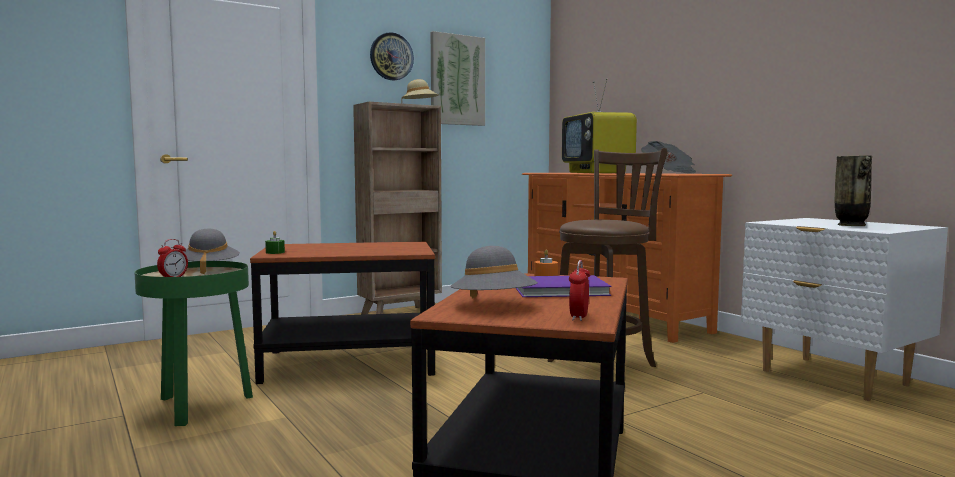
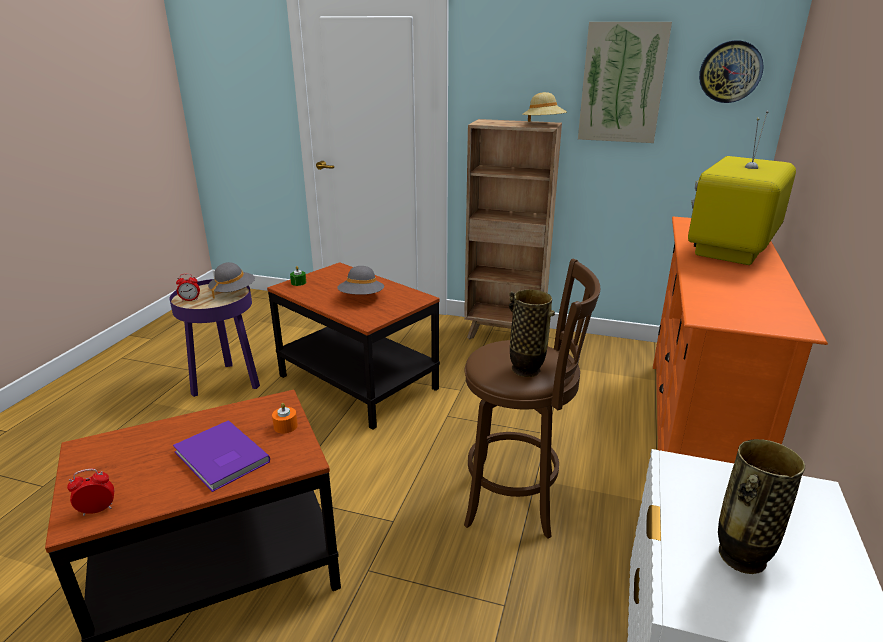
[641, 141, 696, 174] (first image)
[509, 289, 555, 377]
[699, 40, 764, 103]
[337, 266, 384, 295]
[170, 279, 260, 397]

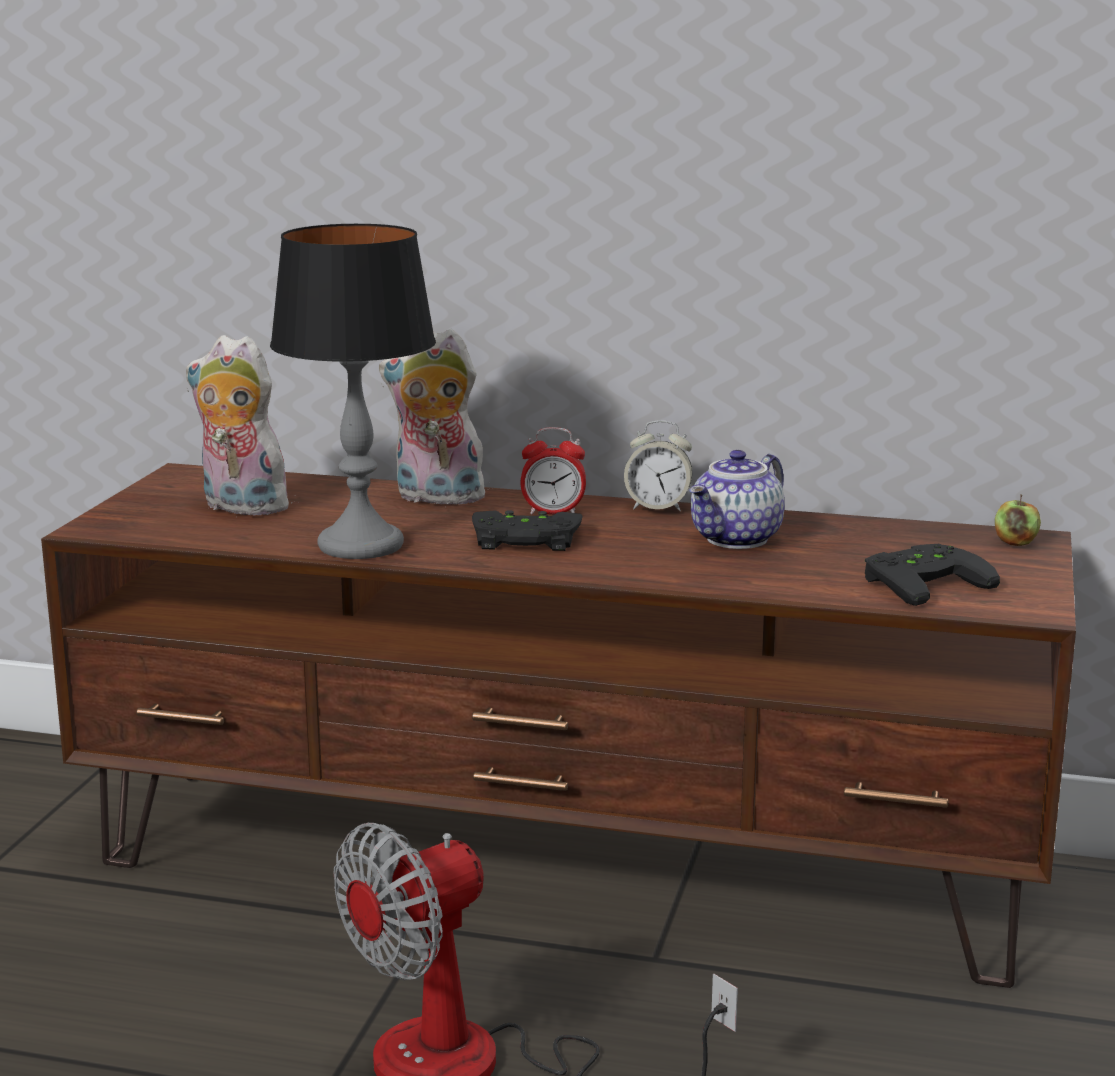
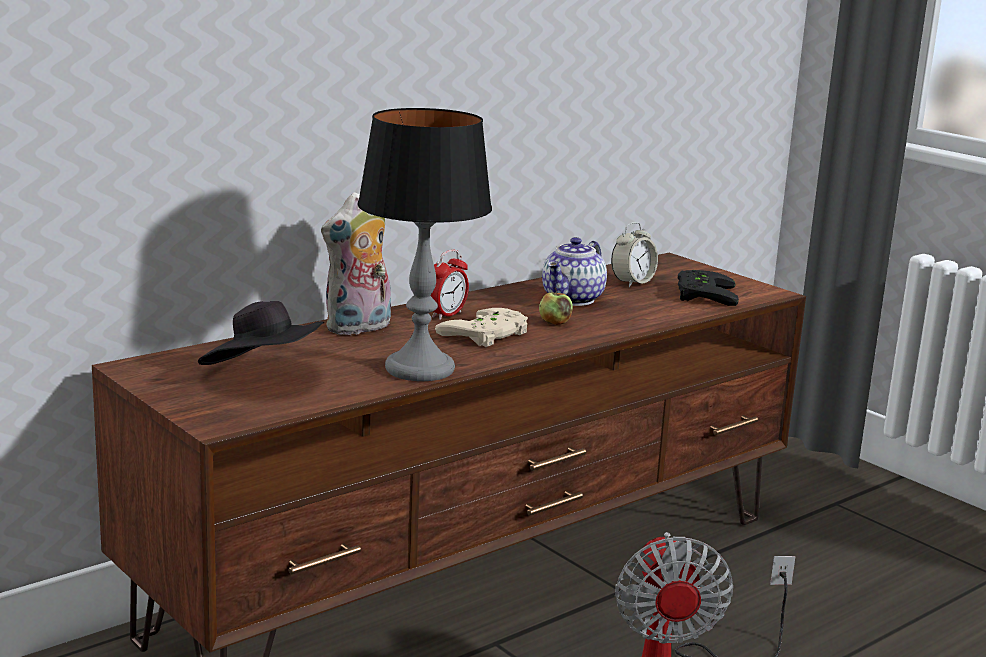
[611, 222, 658, 287]
[539, 287, 573, 325]
[198, 301, 324, 365]
[435, 308, 528, 347]
[542, 237, 607, 306]

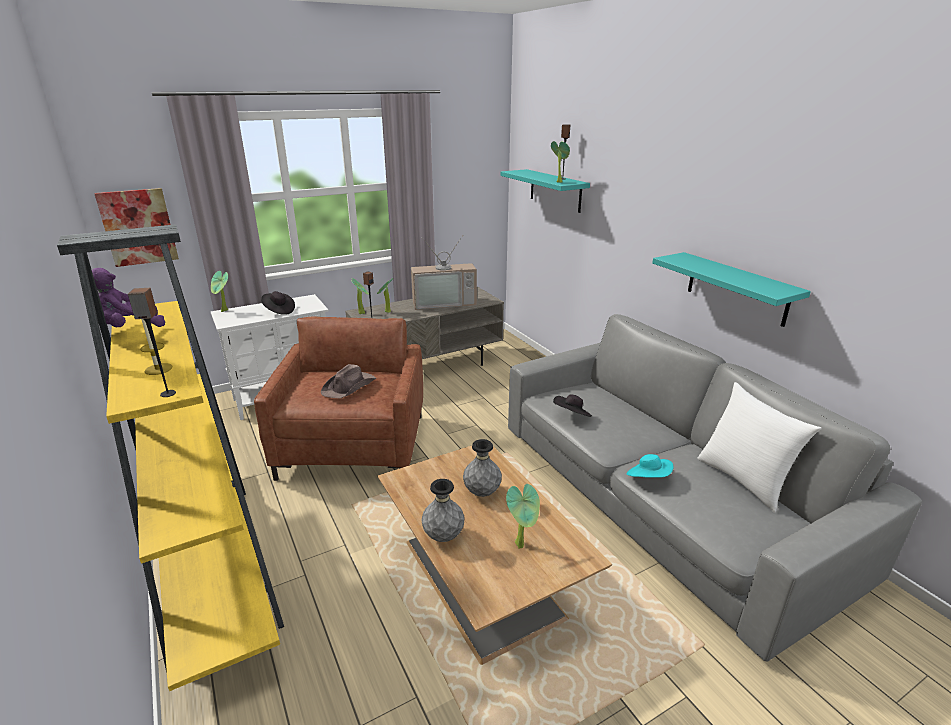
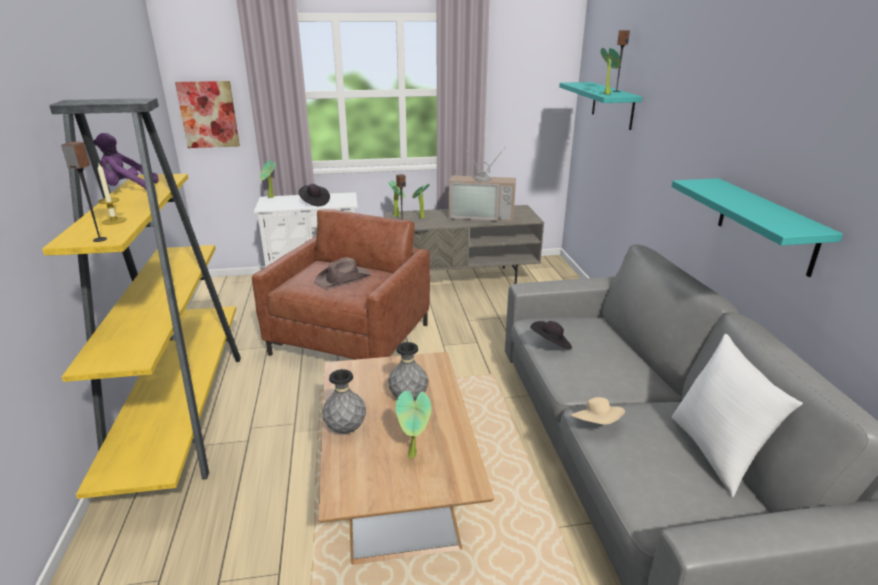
[570, 397, 625, 424]

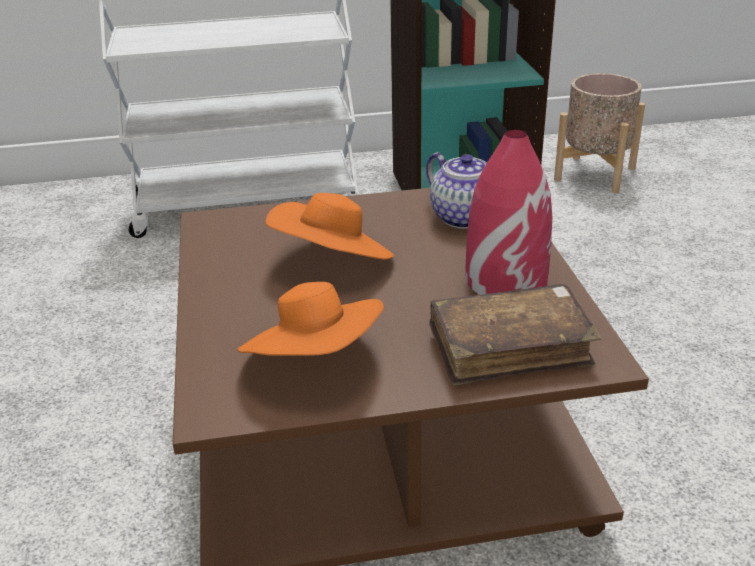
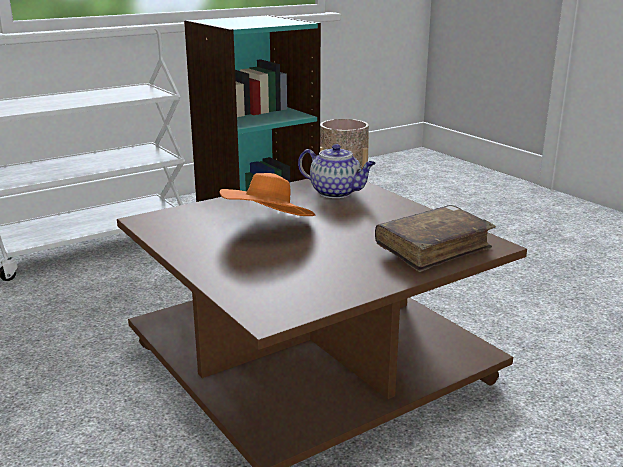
[237, 282, 384, 356] (first image)
[466, 130, 552, 295] (first image)

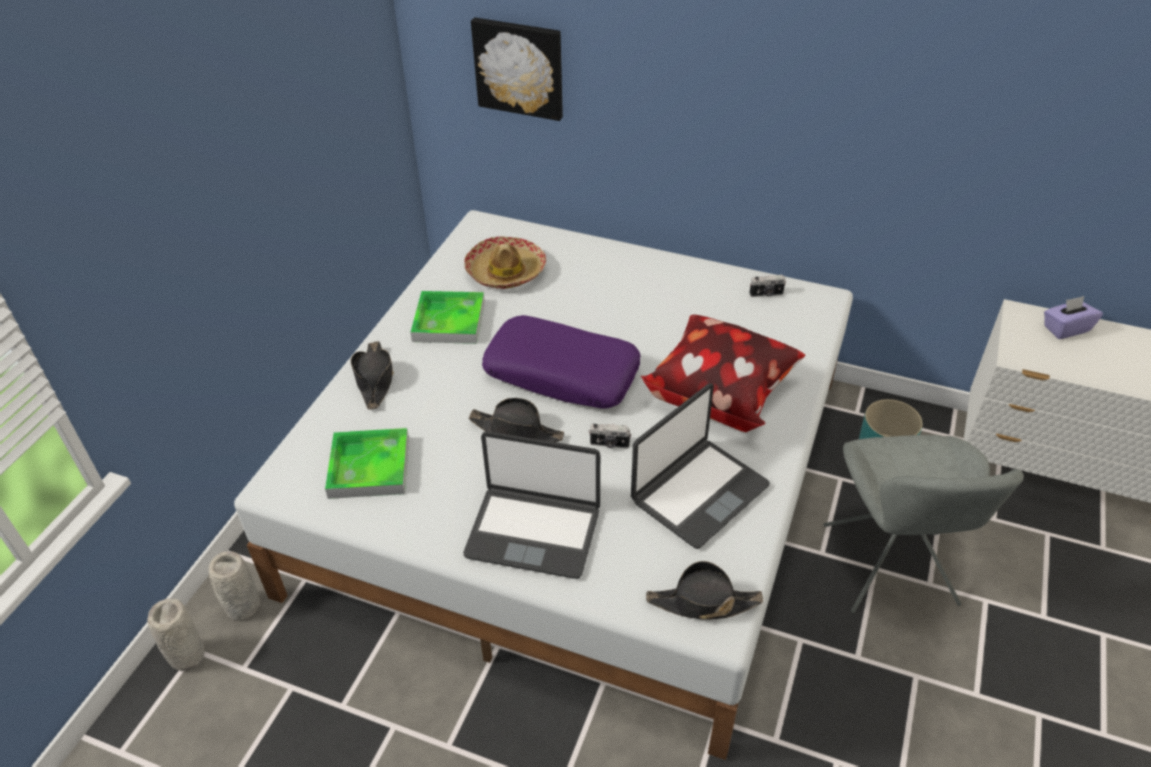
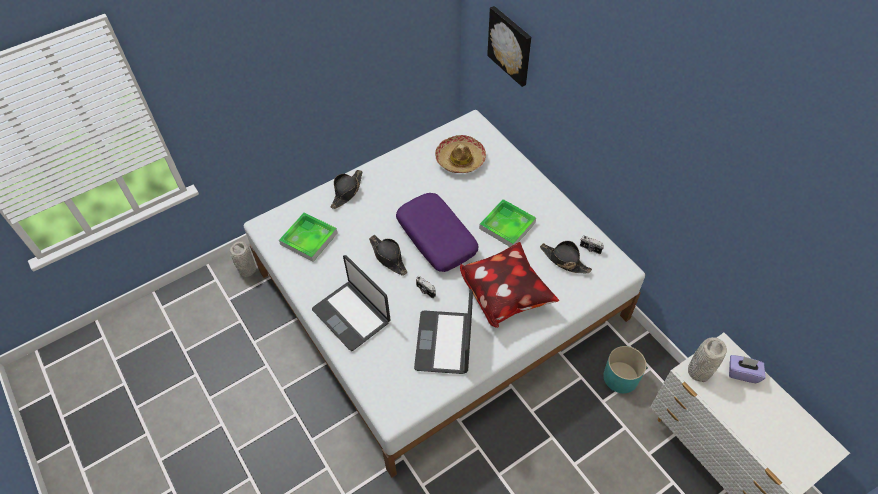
[823, 435, 1024, 613] (first image)
[688, 337, 727, 382]
[479, 199, 536, 247]
[540, 241, 592, 273]
[414, 289, 473, 374]

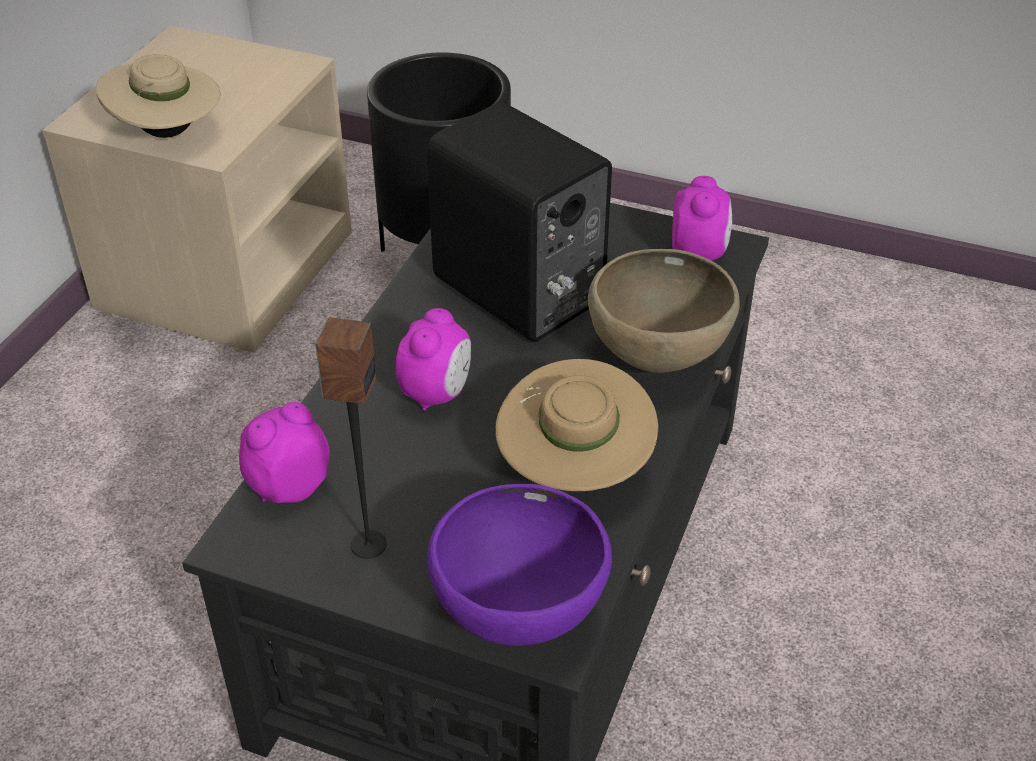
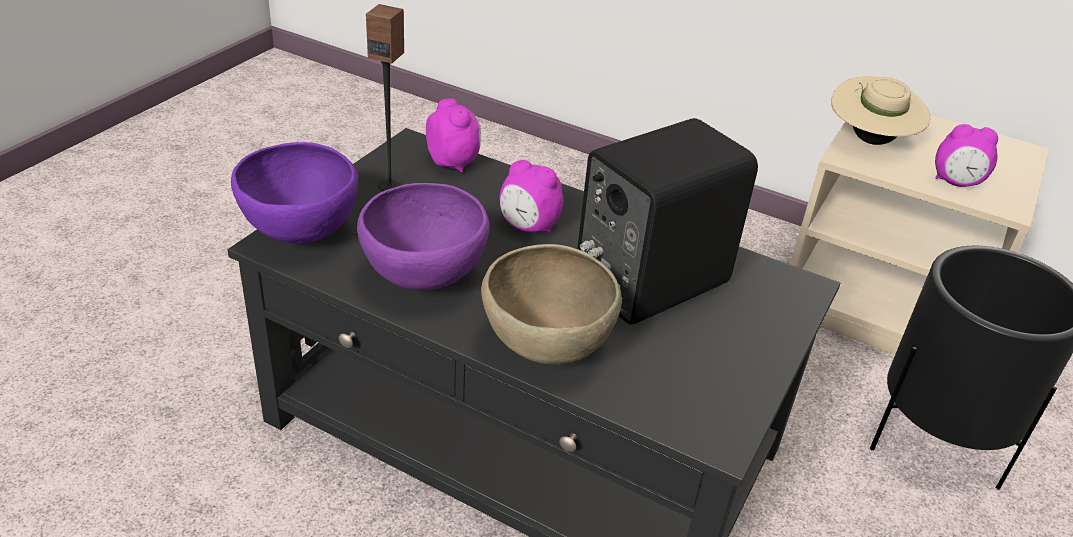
[935, 124, 998, 187]
[357, 183, 490, 290]

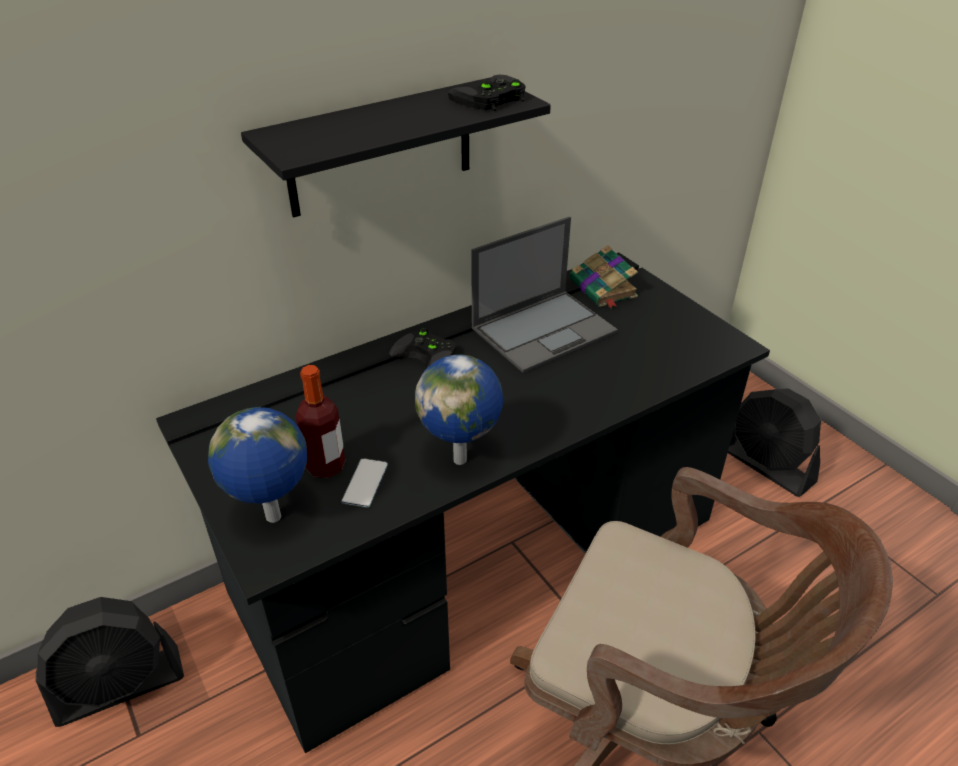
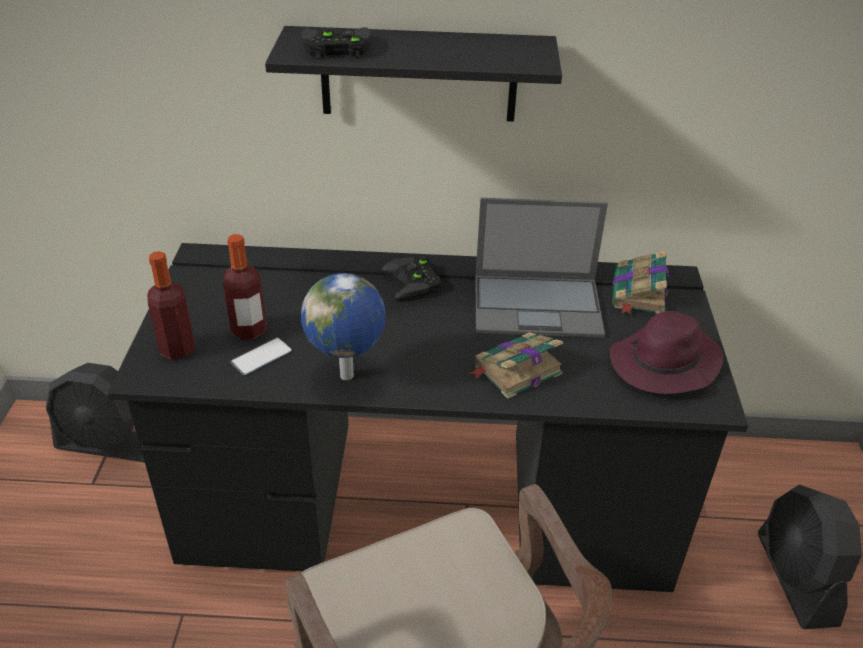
[469, 332, 563, 399]
[610, 311, 724, 394]
[302, 27, 371, 59]
[147, 251, 195, 360]

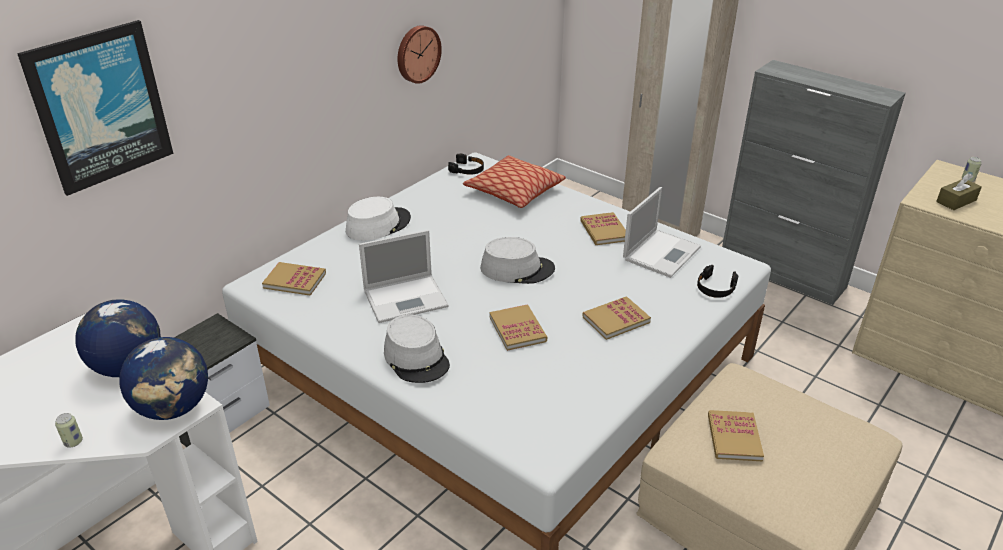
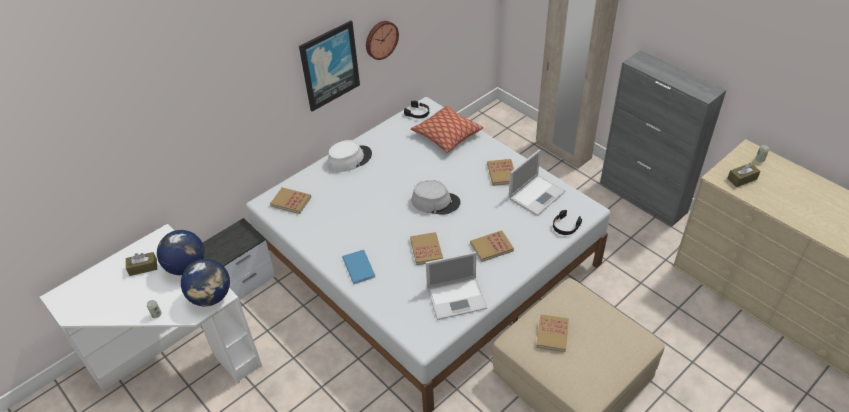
[126, 252, 157, 276]
[299, 21, 360, 112]
[426, 252, 487, 320]
[342, 250, 375, 284]

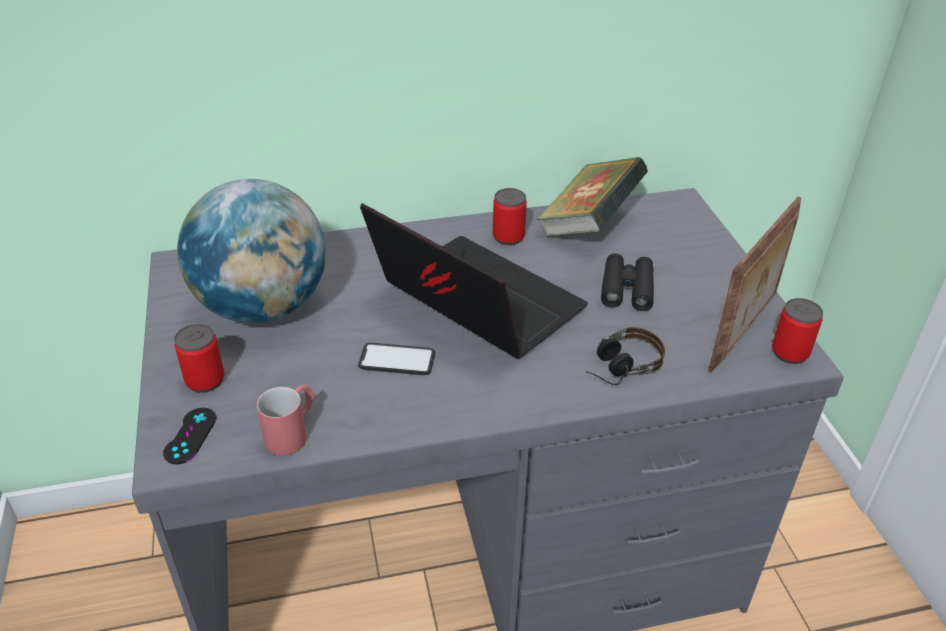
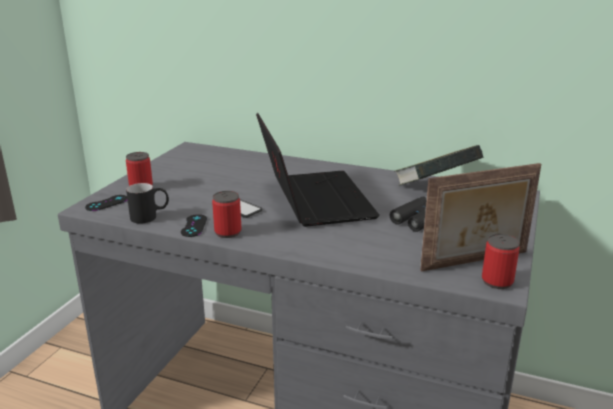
[177, 179, 326, 323] (first image)
[586, 327, 665, 385] (first image)
[181, 214, 207, 237]
[212, 191, 242, 238]
[126, 183, 169, 224]

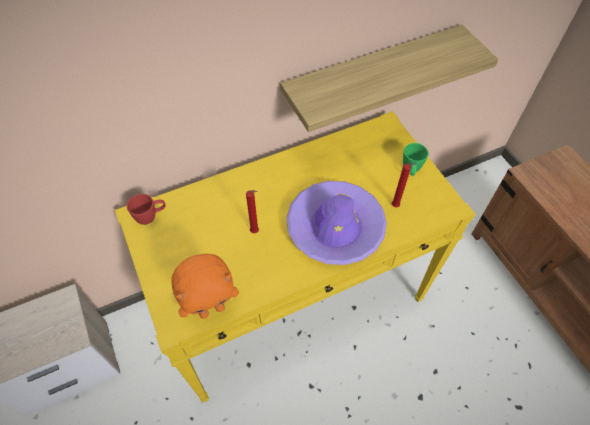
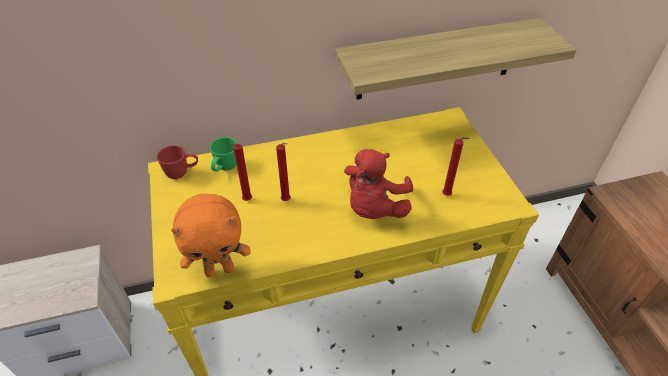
[229, 144, 252, 201]
[210, 137, 237, 171]
[344, 149, 413, 219]

